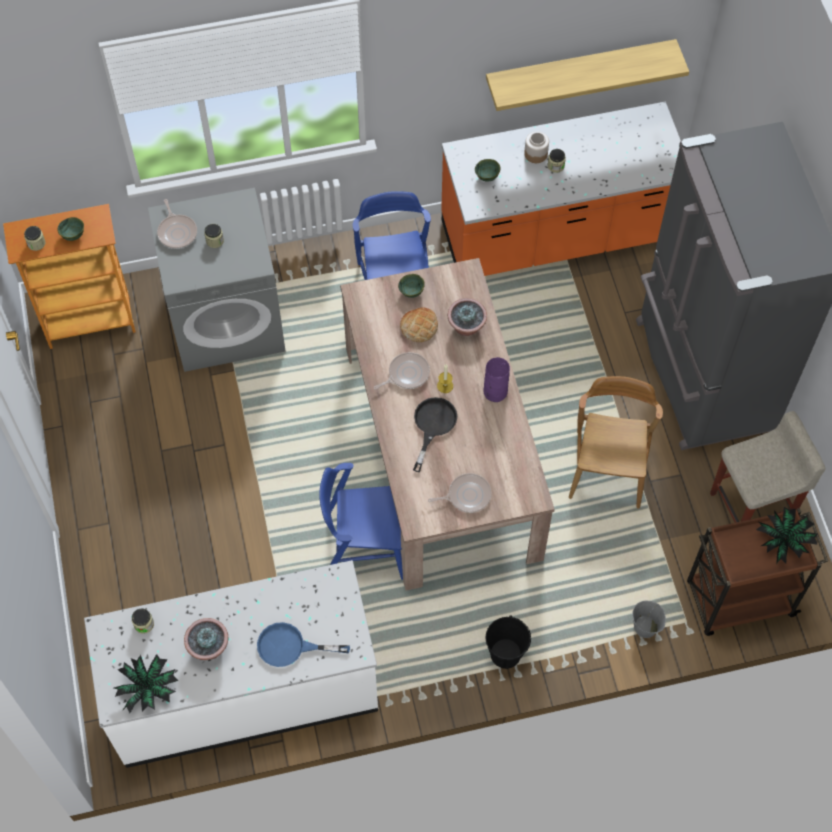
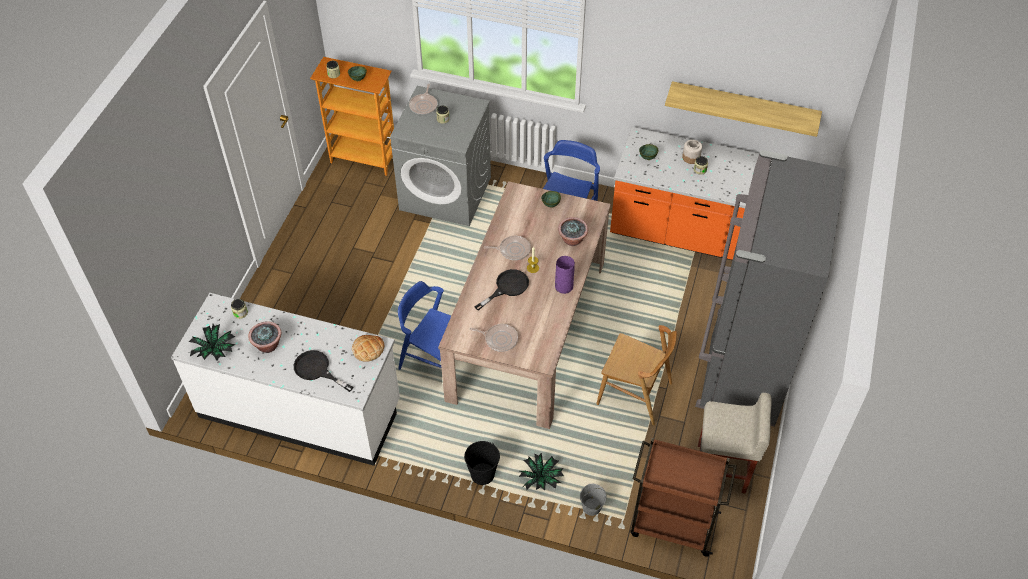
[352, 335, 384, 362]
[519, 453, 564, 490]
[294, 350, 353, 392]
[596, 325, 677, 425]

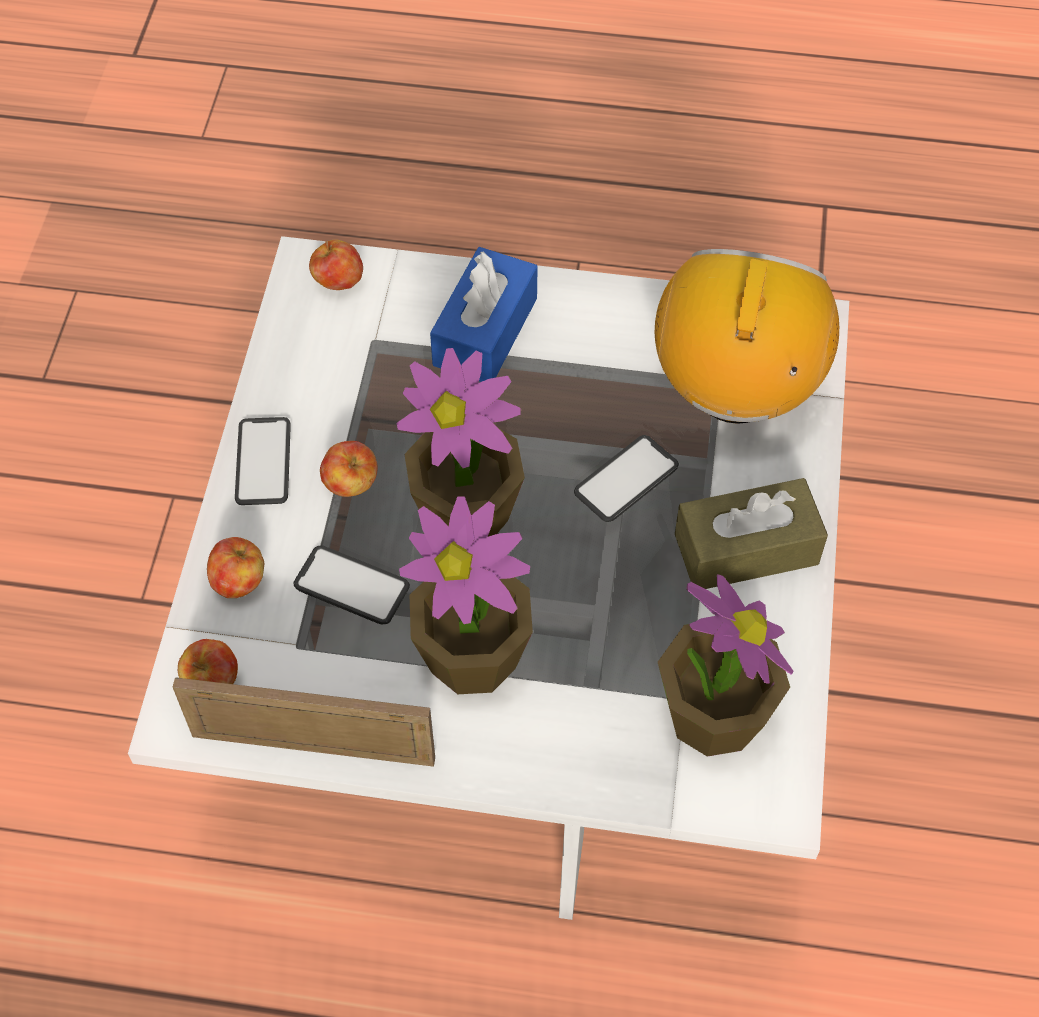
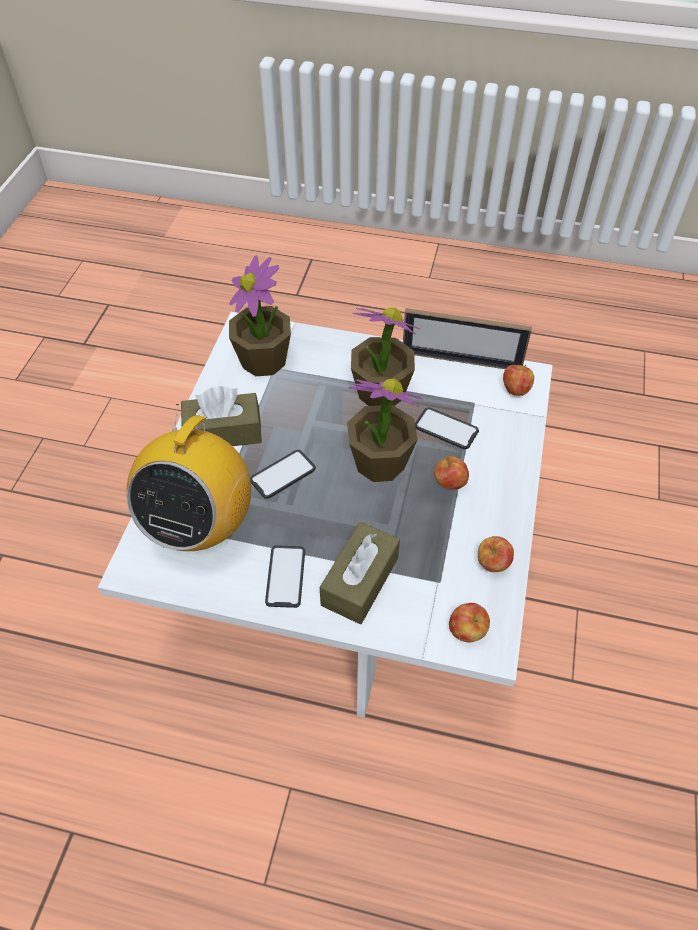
[478, 536, 514, 572]
[265, 545, 305, 608]
[320, 522, 400, 624]

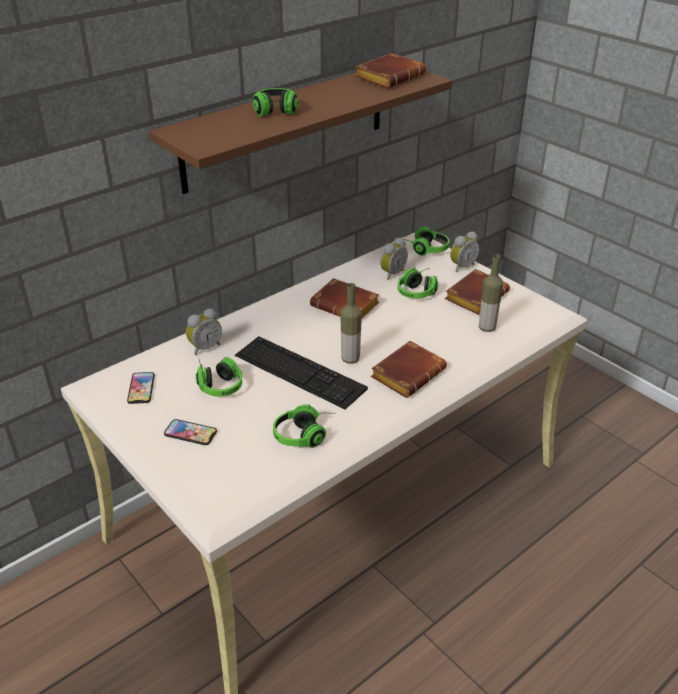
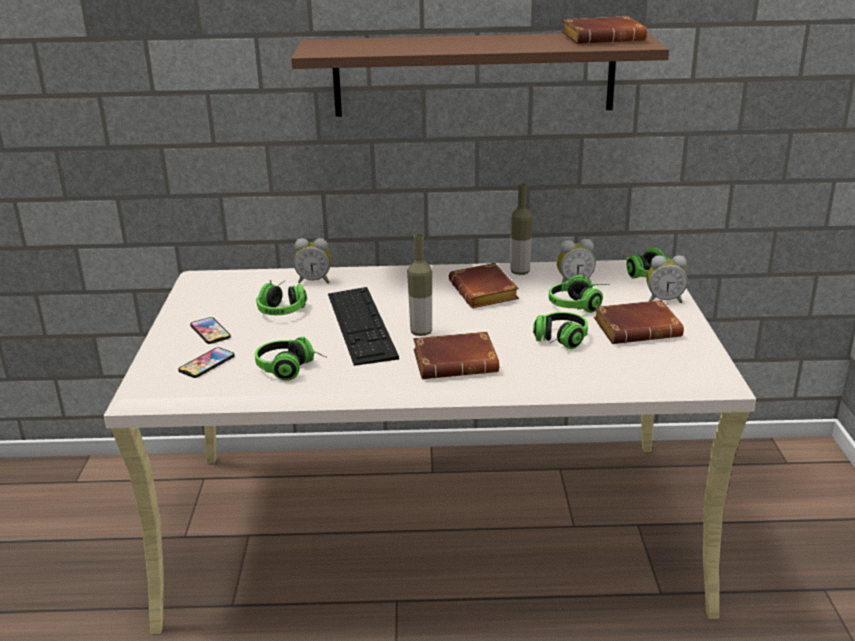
[178, 347, 235, 378]
[533, 312, 588, 349]
[510, 183, 533, 275]

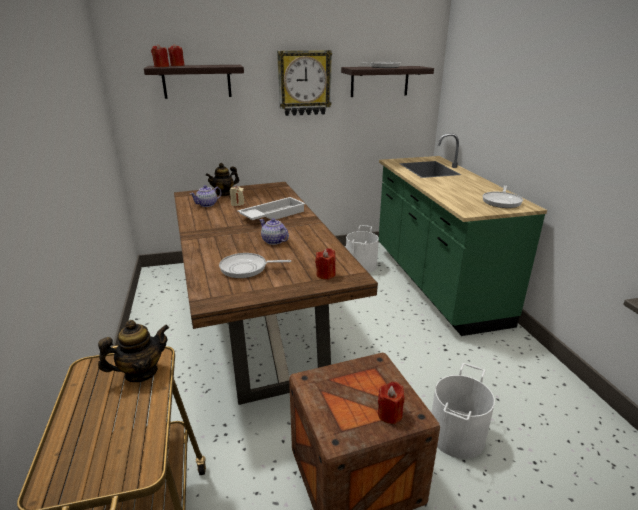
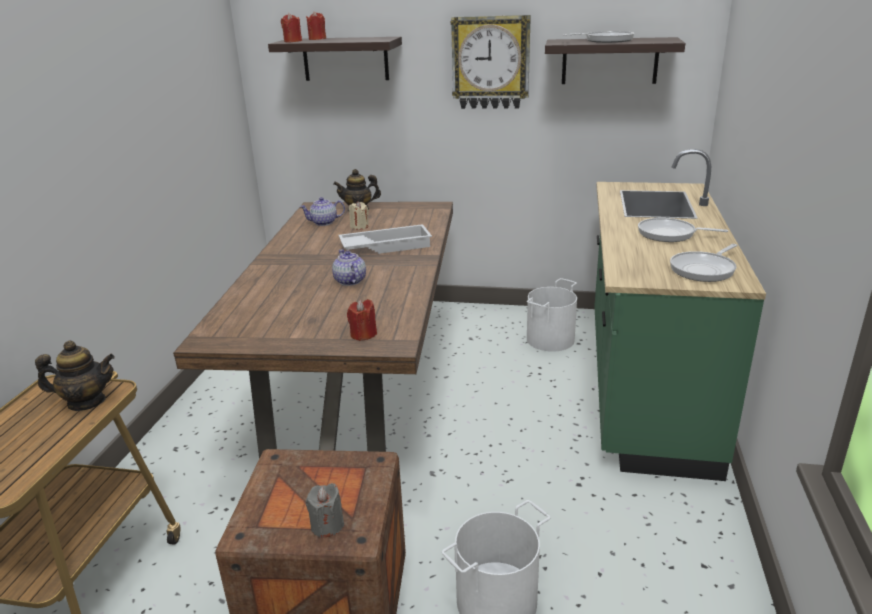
[638, 218, 728, 242]
[306, 483, 345, 538]

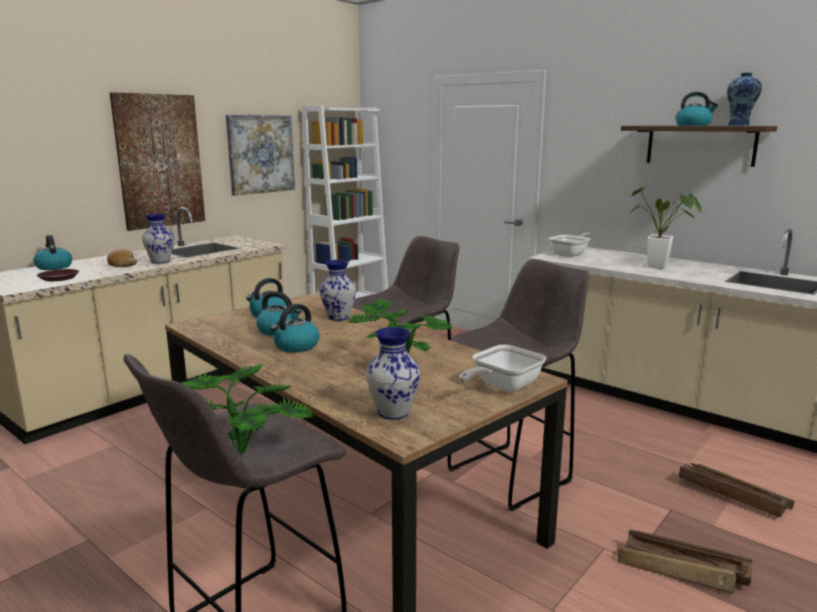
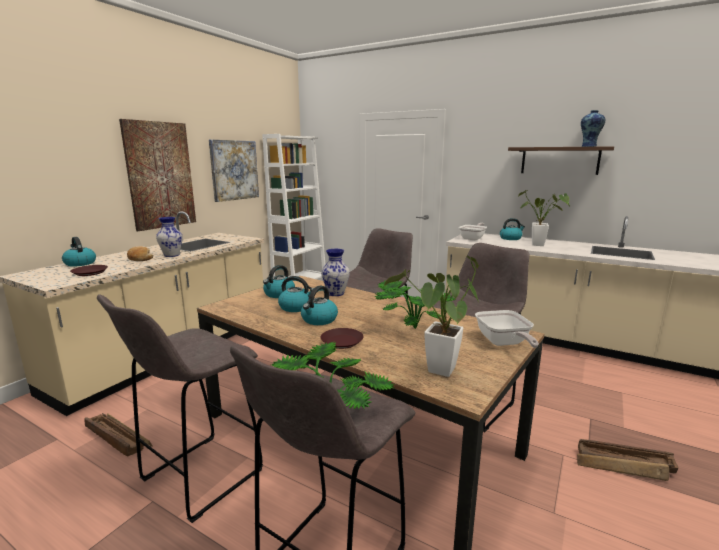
[97, 294, 263, 523]
[321, 328, 364, 349]
[500, 218, 525, 240]
[84, 413, 153, 457]
[384, 255, 479, 377]
[475, 310, 539, 348]

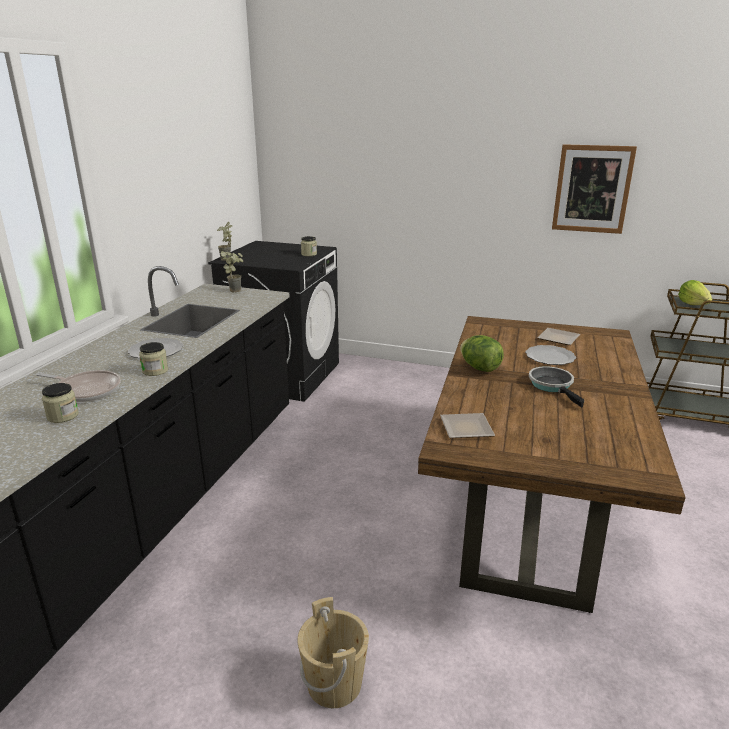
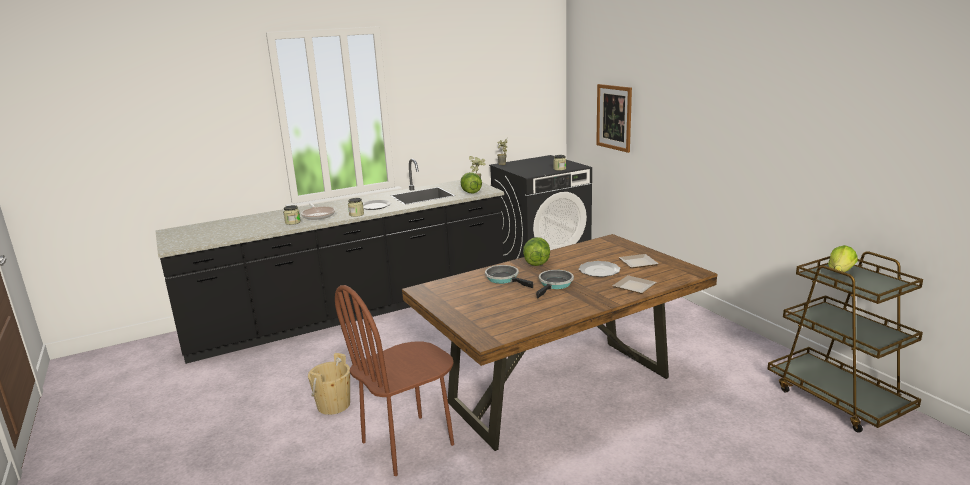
[335, 285, 454, 476]
[460, 172, 482, 194]
[485, 265, 533, 288]
[613, 275, 657, 294]
[596, 84, 632, 153]

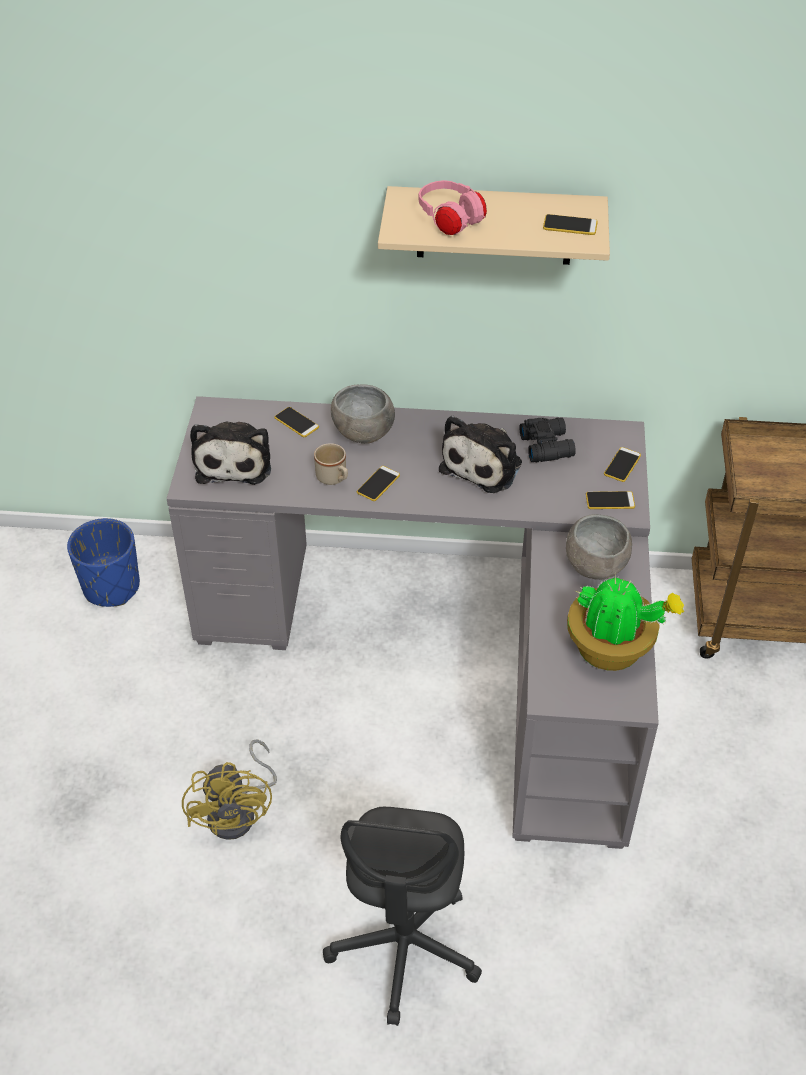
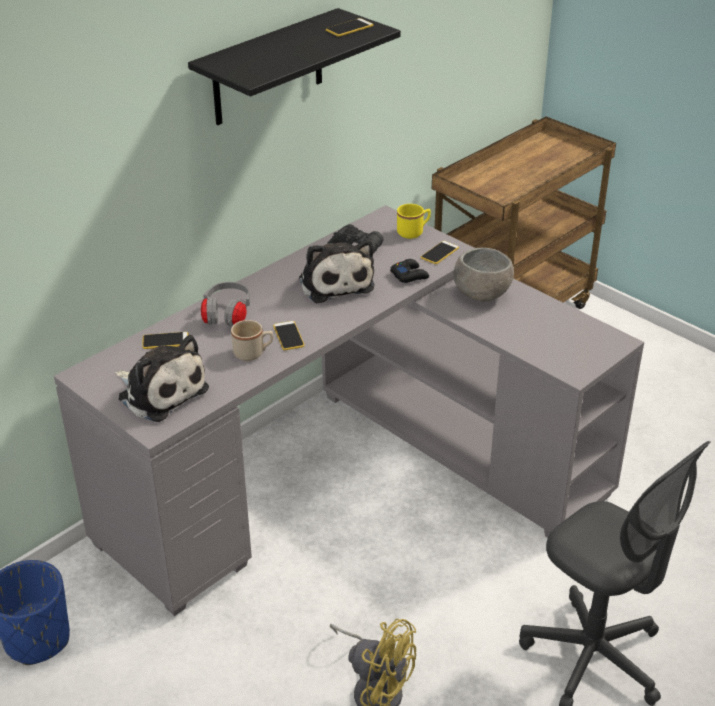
[419, 180, 487, 235] (first image)
[567, 575, 684, 671] (first image)
[390, 259, 429, 283]
[201, 282, 250, 326]
[397, 204, 431, 239]
[188, 8, 401, 125]

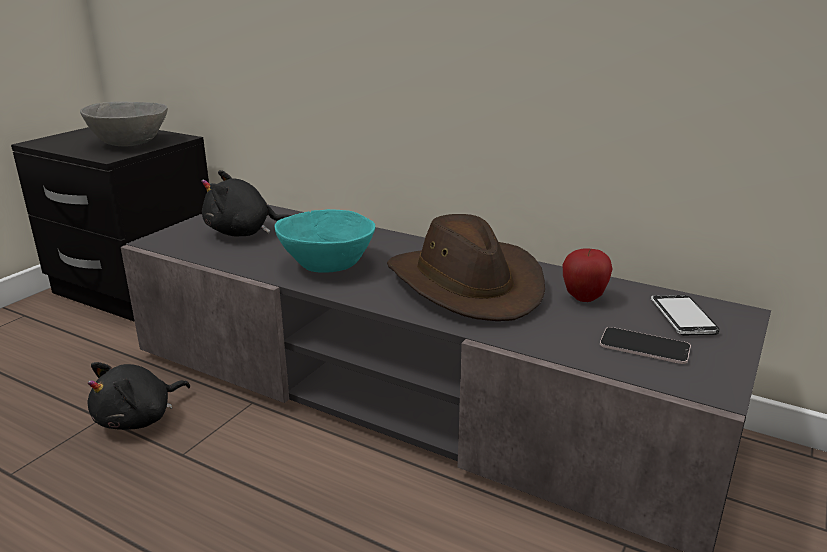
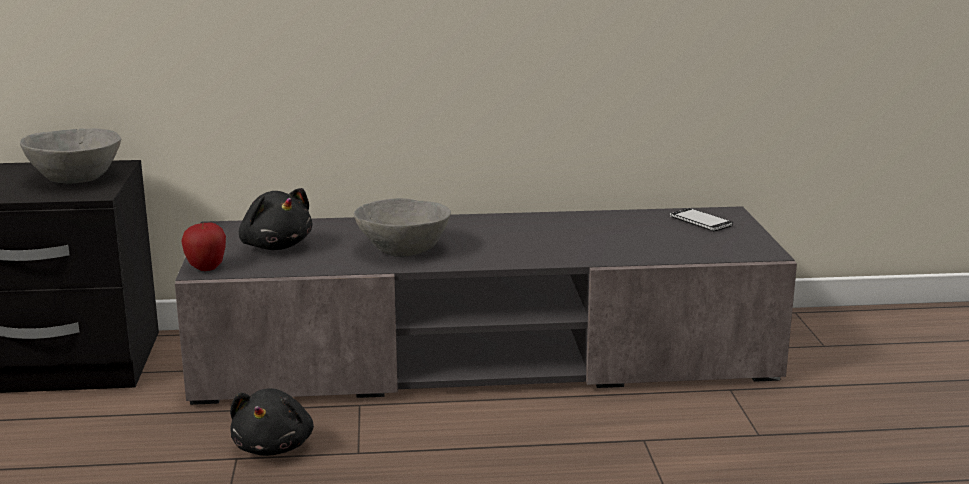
[387, 214, 545, 321] (first image)
[600, 327, 691, 364] (first image)
[181, 223, 226, 271]
[354, 198, 451, 257]
[239, 188, 313, 250]

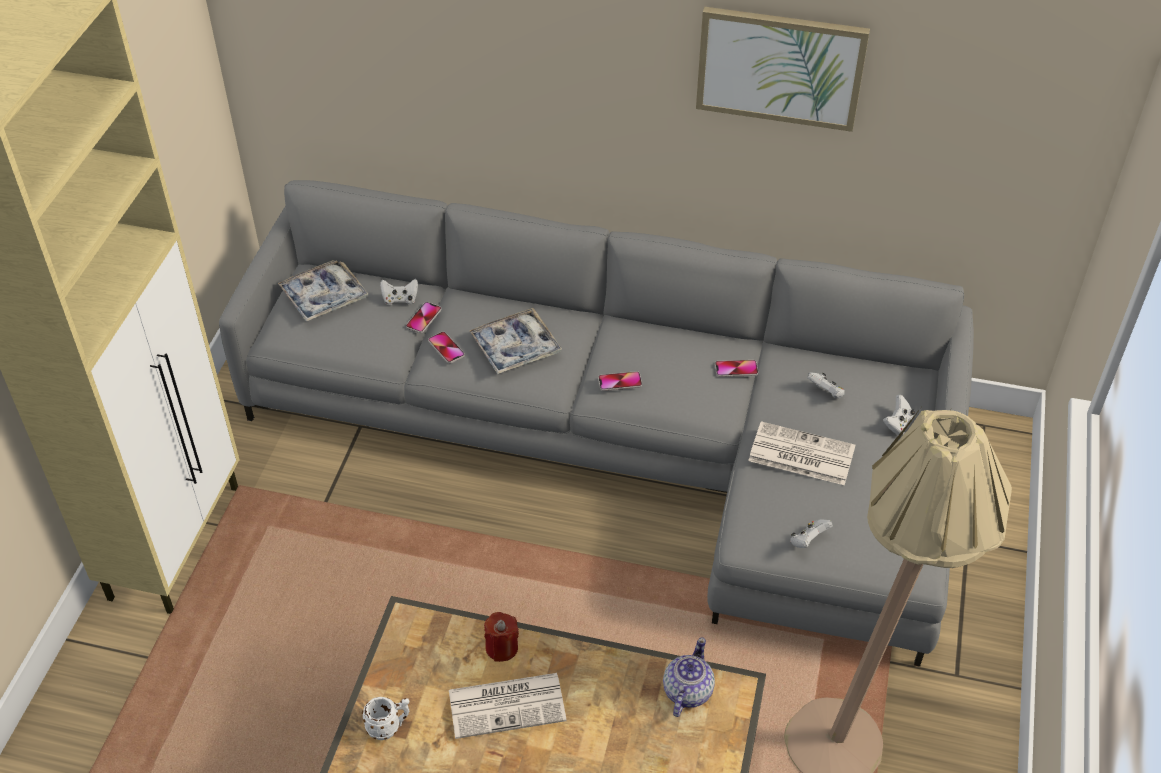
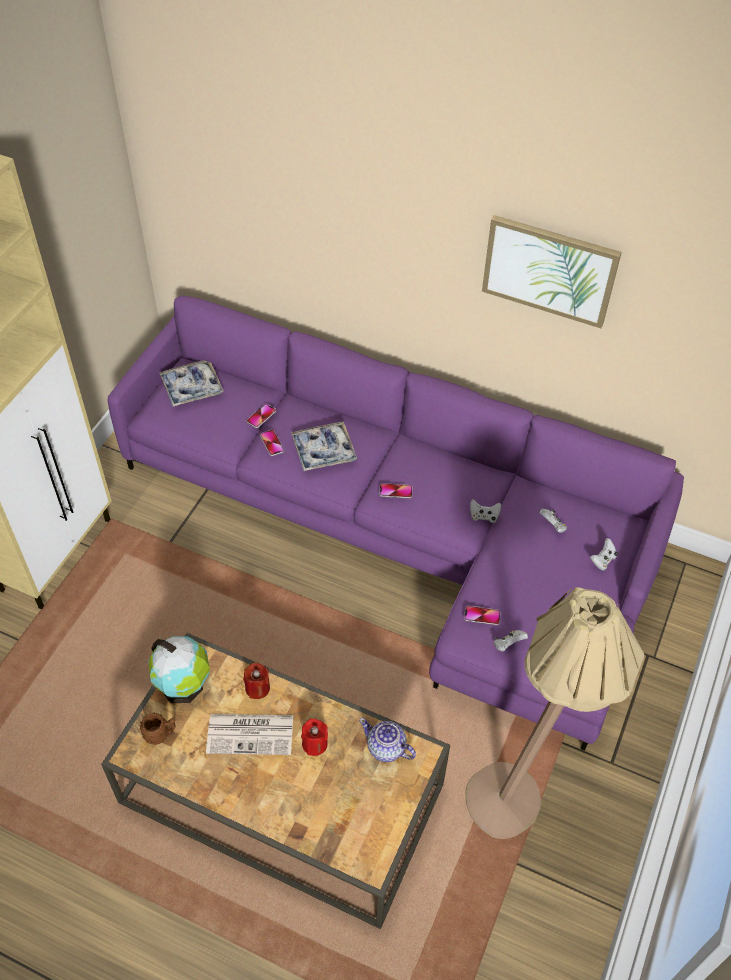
[748, 421, 855, 485] (first image)
[148, 636, 210, 703]
[301, 719, 328, 756]
[470, 499, 501, 523]
[464, 606, 501, 625]
[107, 295, 684, 751]
[140, 713, 176, 745]
[359, 718, 416, 762]

